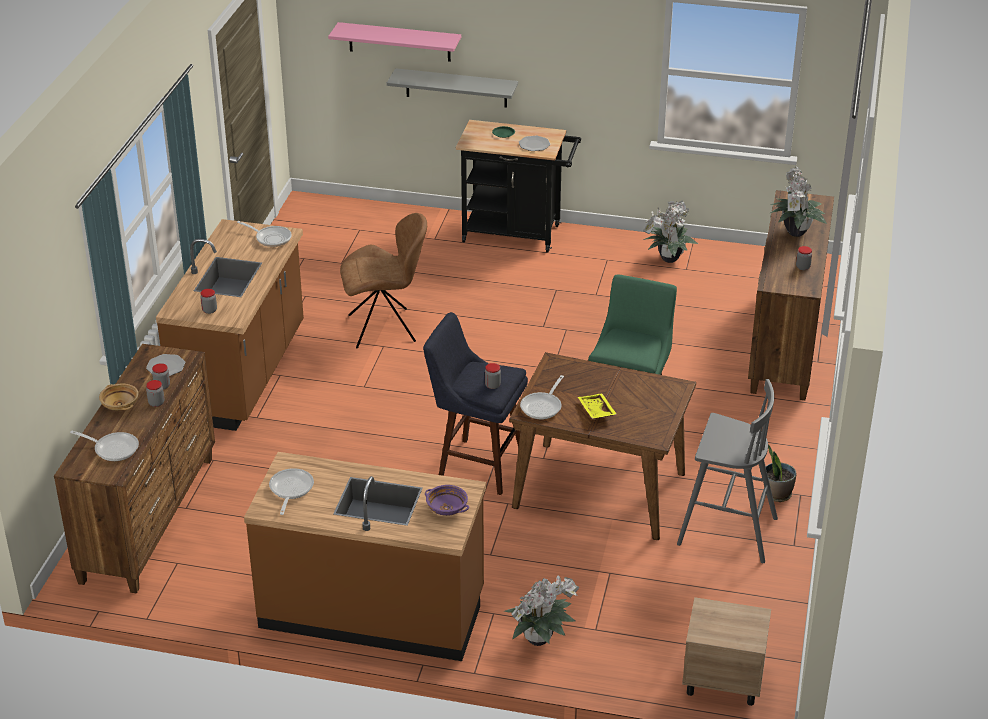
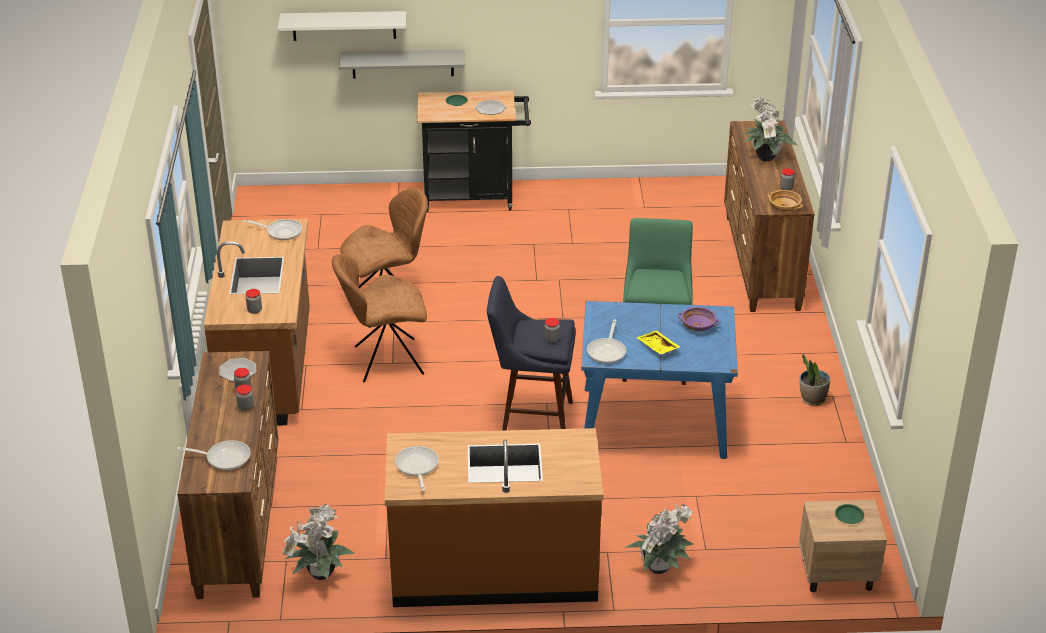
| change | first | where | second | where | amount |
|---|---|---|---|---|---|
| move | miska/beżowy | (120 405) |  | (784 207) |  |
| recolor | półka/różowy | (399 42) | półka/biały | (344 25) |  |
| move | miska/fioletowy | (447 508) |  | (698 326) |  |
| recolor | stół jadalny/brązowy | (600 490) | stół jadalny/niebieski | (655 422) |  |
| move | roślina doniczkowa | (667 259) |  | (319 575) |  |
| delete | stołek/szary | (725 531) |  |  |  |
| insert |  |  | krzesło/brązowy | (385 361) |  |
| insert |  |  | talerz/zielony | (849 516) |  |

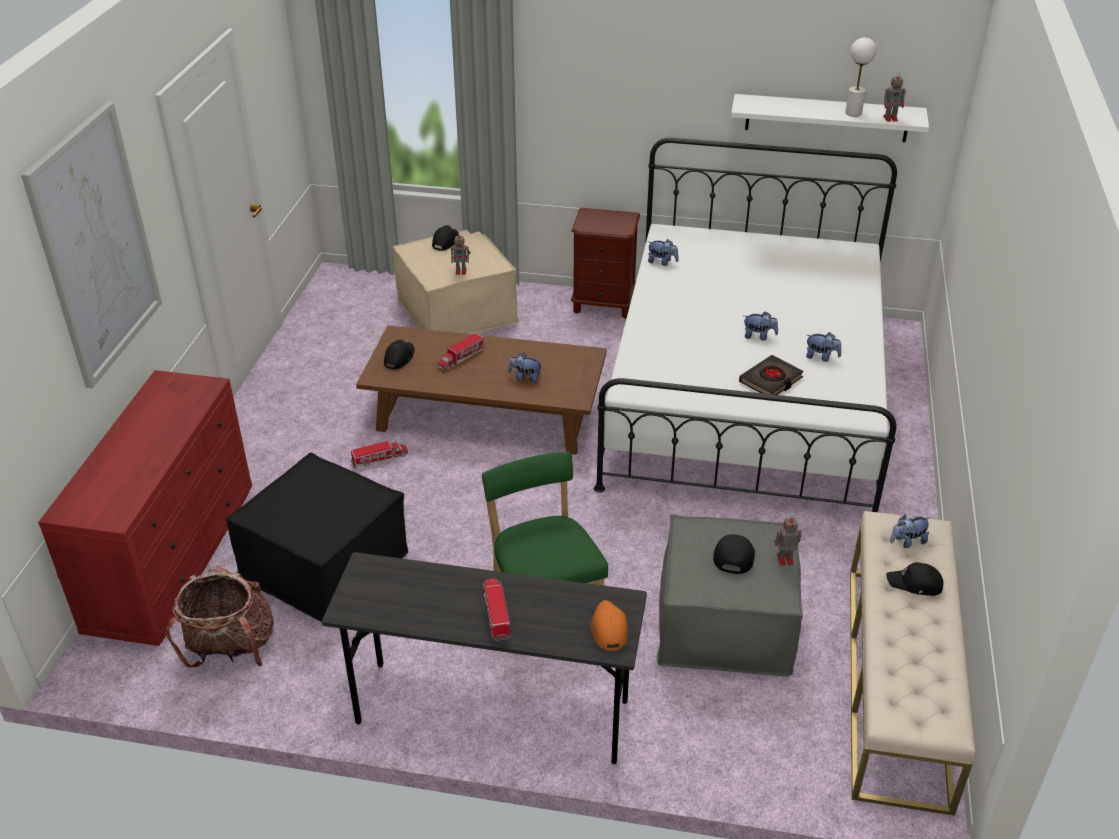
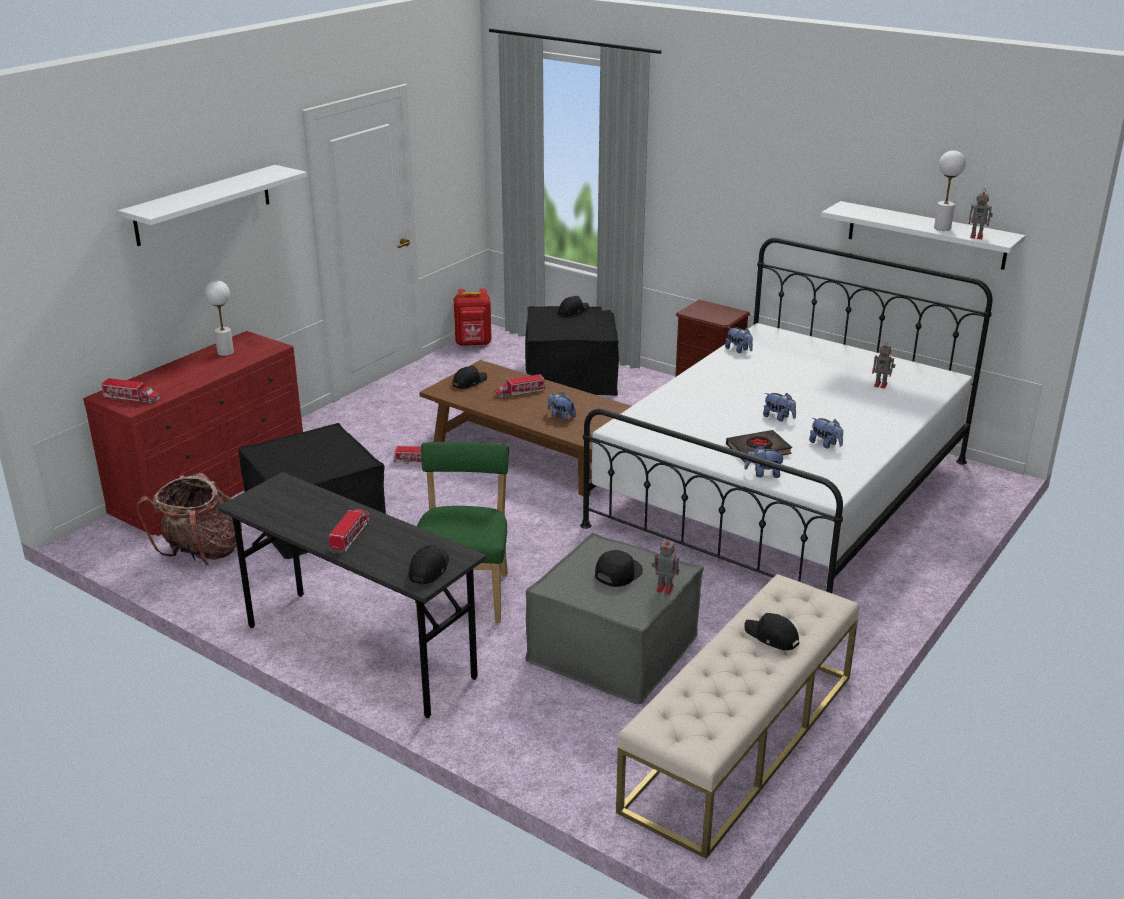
| change | first | where | second | where | amount |
|---|---|---|---|---|---|
| replace | obraz | (95 245) | półka/biały | (203 205) |  |
| recolor | pufa/beżowy | (457 312) | pufa/czarny | (572 377) |  |
| move | robot zabawkowy | (461 271) |  | (881 385) |  |
| recolor | czapka z daszkiem/pomarańczowy | (608 629) | czapka z daszkiem/czarny | (428 569) |  |
| move | pluszak | (907 542) |  | (763 474) |  |
| insert |  |  | ciężarówka zabawkowa | (131 398) |  |
| insert |  |  | lampa stołowa/biały | (225 352) |  |
| insert |  |  | plecak/czerwony | (473 344) |  |

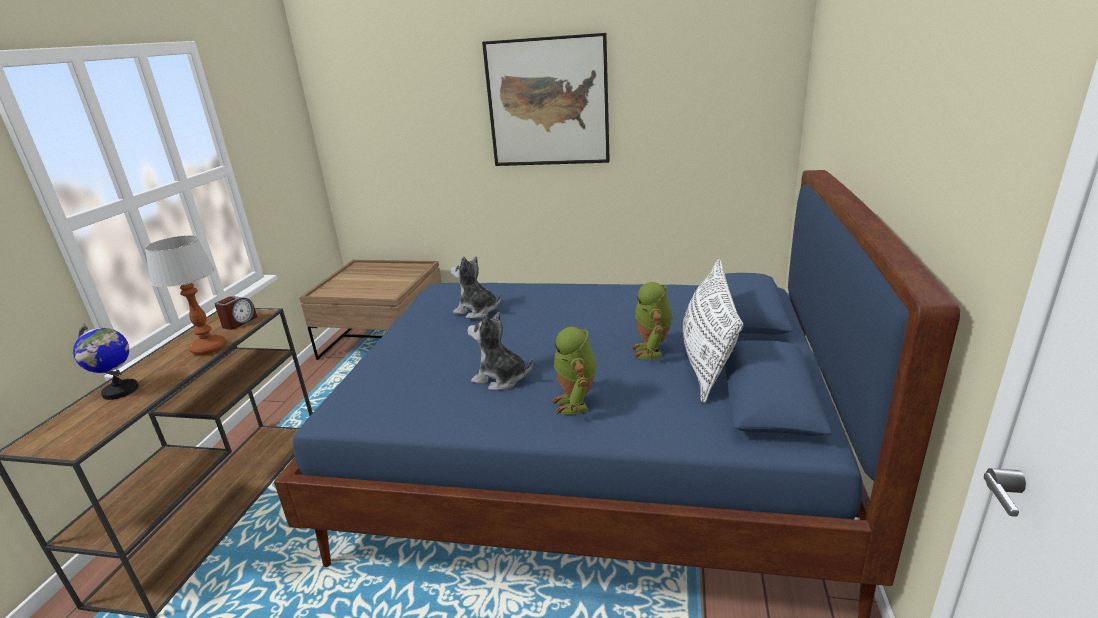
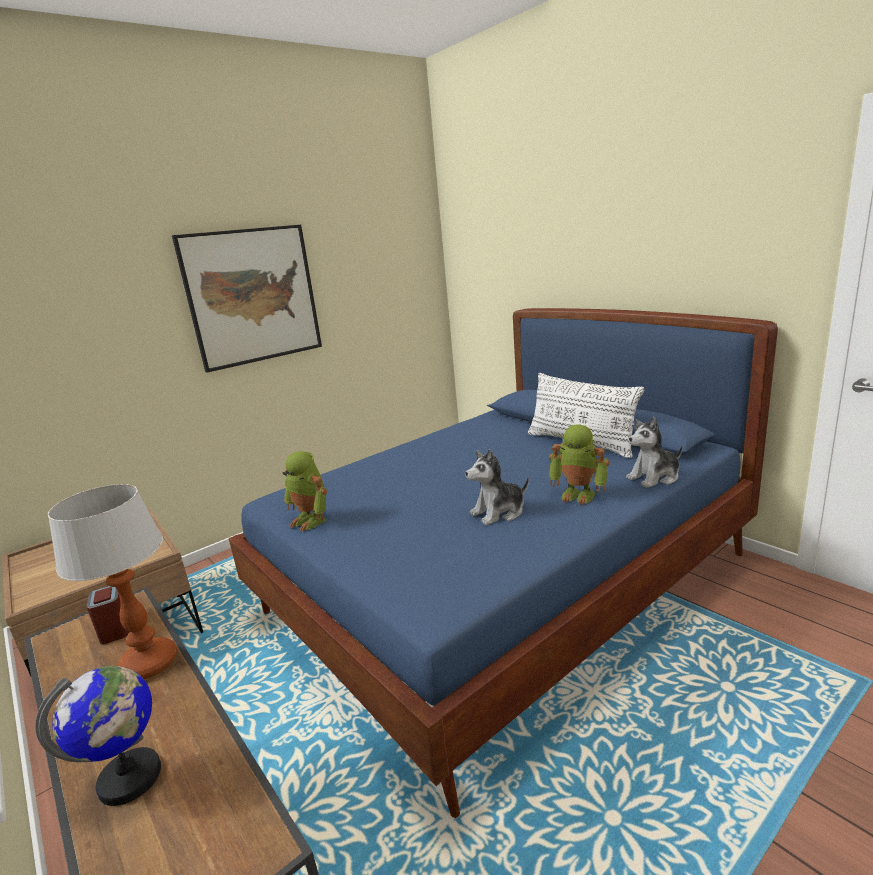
| change | first | where | second | where | amount |
|---|---|---|---|---|---|
| move | pluszak | (477 311) |  | (654 477) |  |
| move | robot zabawkowy | (652 351) |  | (311 520) |  |

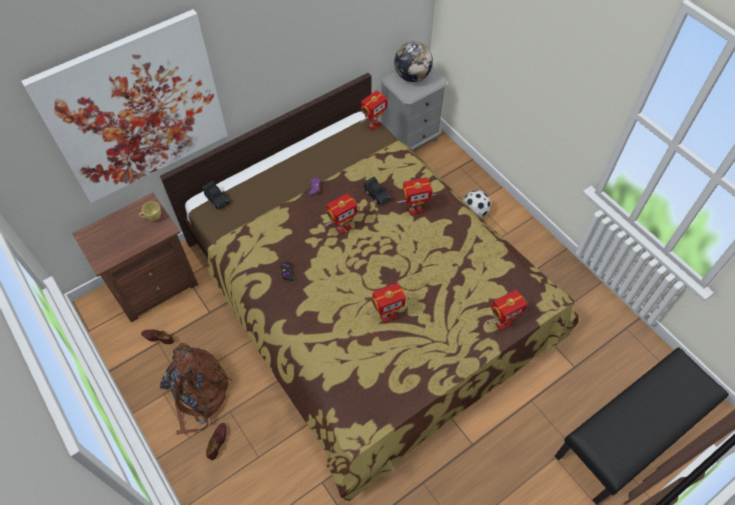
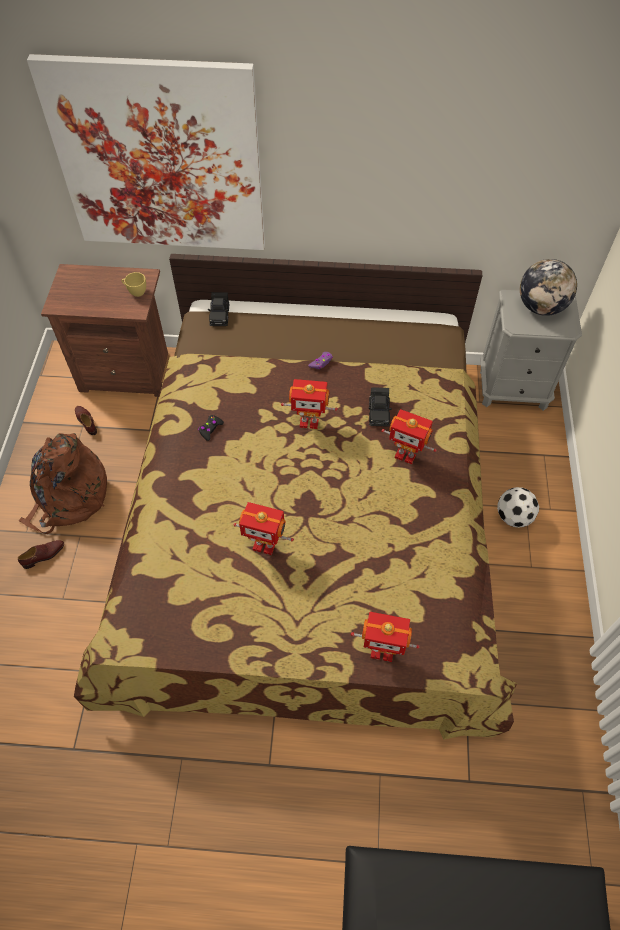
| change | first | where | second | where | amount |
|---|---|---|---|---|---|
| delete | robot zabawkowy | (374 125) |  |  |  |

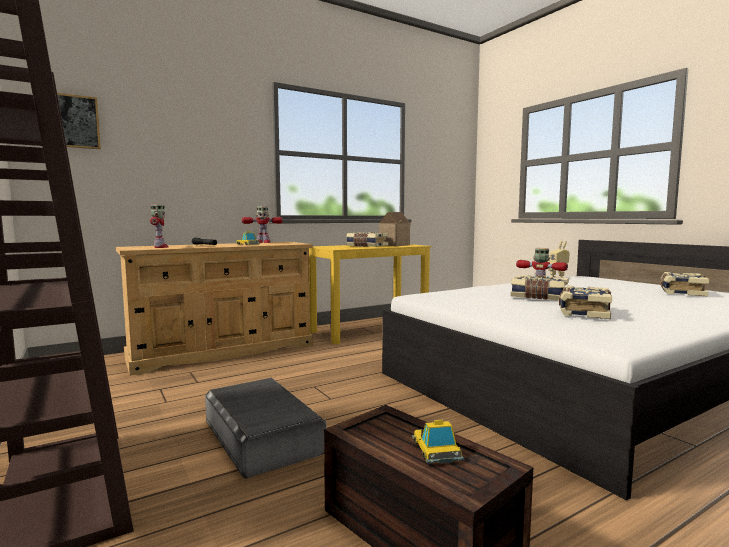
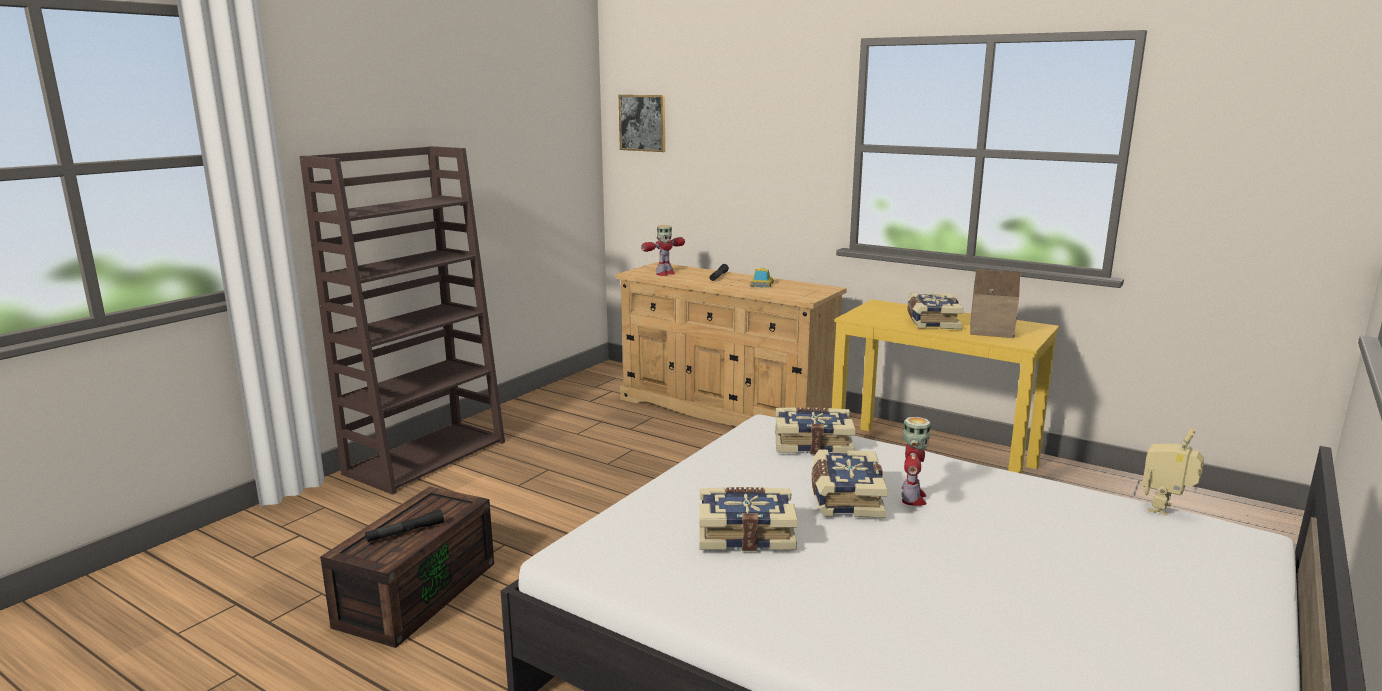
| change | first | where | second | where | amount |
|---|---|---|---|---|---|
| delete | pojemnik do przechowywania/szary | (261 436) |  |  |  |
| delete | robot zabawkowy | (263 242) |  |  |  |
| replace | samochodzik | (436 449) | latarka/czarny | (405 532) |  |
| move | książka | (681 292) |  | (812 443) |  |

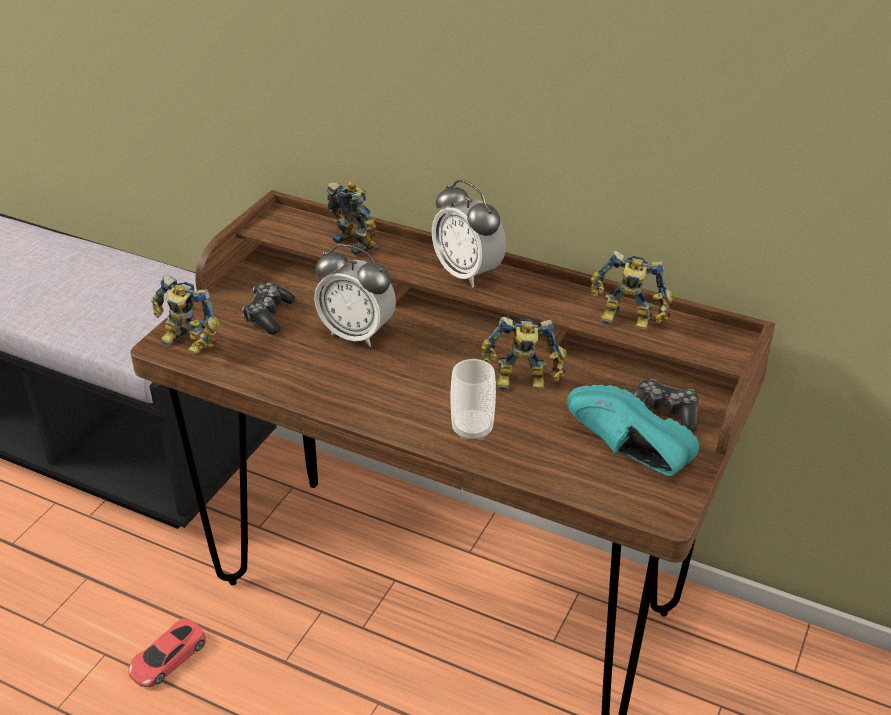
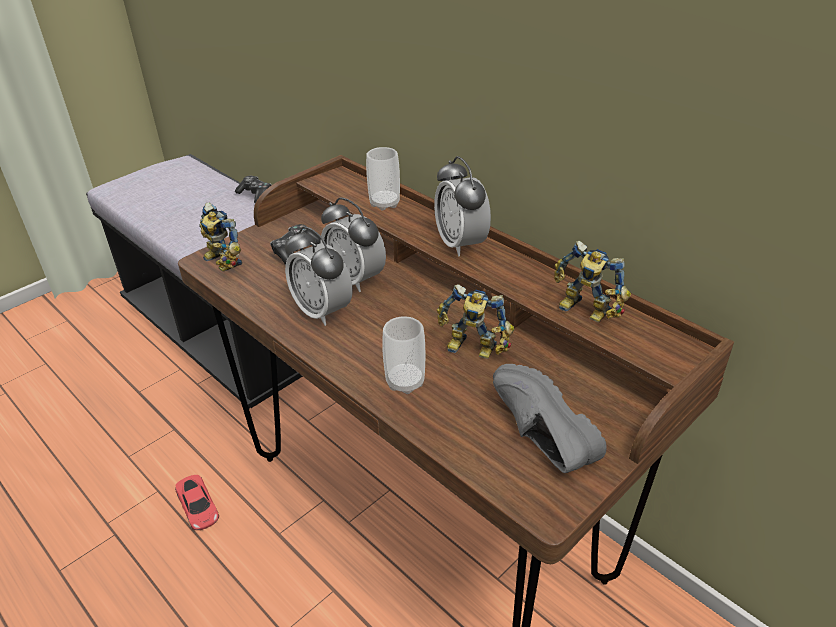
| change | first | where | second | where | amount |
|---|---|---|---|---|---|
| rotate | samochodzik/czerwony | (168 657) |  | (198 506) | 90 degrees counterclockwise |
| replace | robot zabawkowy | (357 241) | filiżanka | (384 203) |  |
| recolor | but/turkusowy | (625 452) | but/szary | (535 437) |  |
| move | pad do gier | (664 413) |  | (255 195) |  |
| insert |  |  | budzik | (322 311) |  |

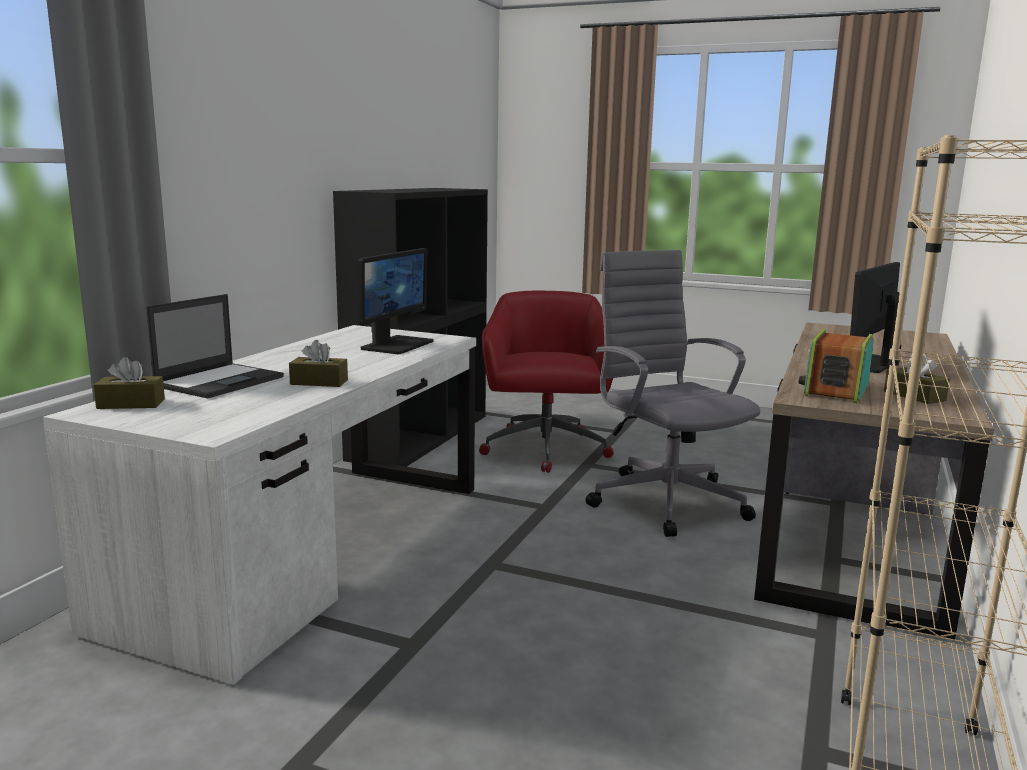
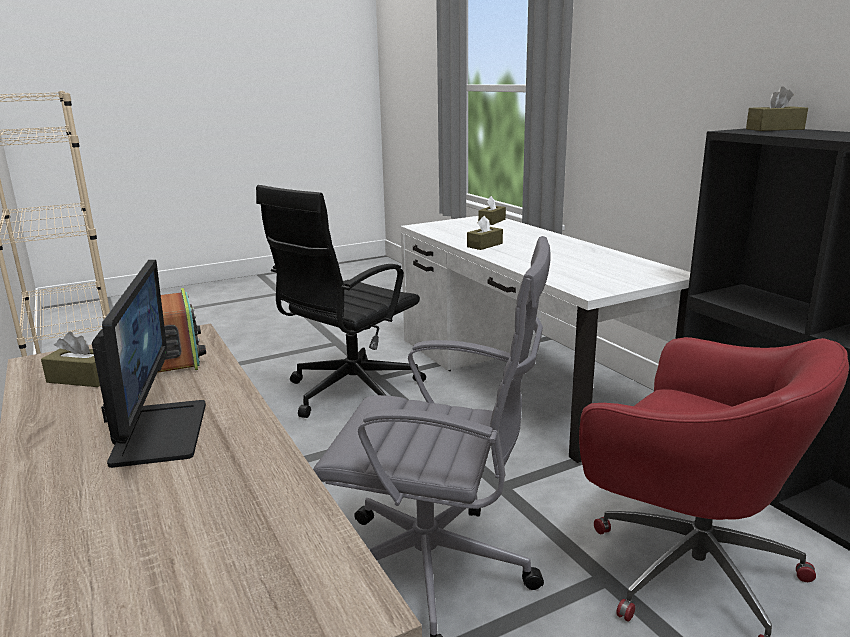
| change | first | where | second | where | amount |
|---|---|---|---|---|---|
| delete | laptop | (220 381) |  |  |  |
| delete | monitor | (396 345) |  |  |  |
| insert |  |  | krzesło biurowe/czarny | (350 393) |  |
| insert |  |  | pudełko chusteczek/brązowy | (774 129) |  |

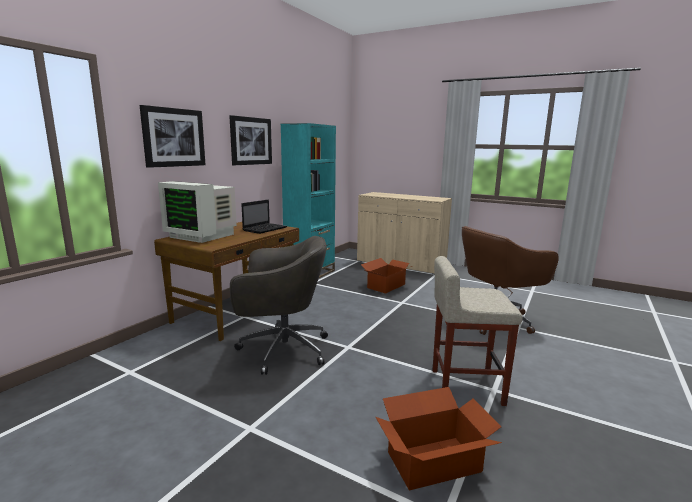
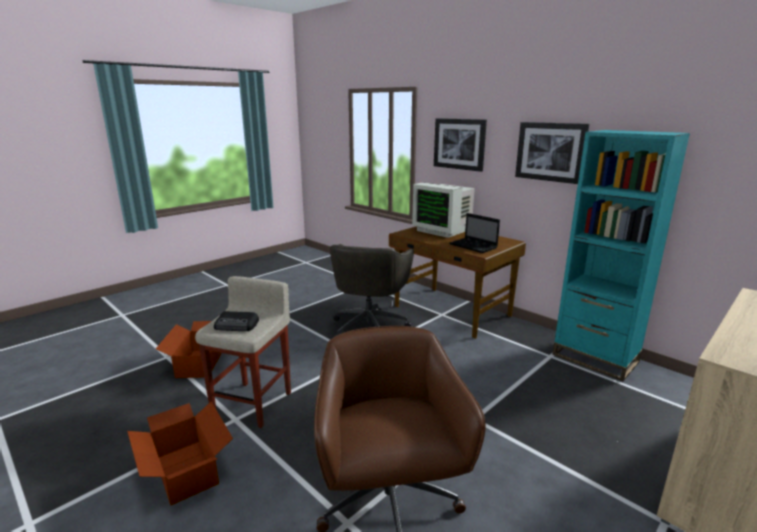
| change | first | where | second | where | amount |
|---|---|---|---|---|---|
| rotate | monitor | (202 235) |  | (443 230) | 90 degrees counterclockwise |
| move | karton | (387 286) |  | (185 472) |  |
| insert |  |  | radio | (237 325) |  |

